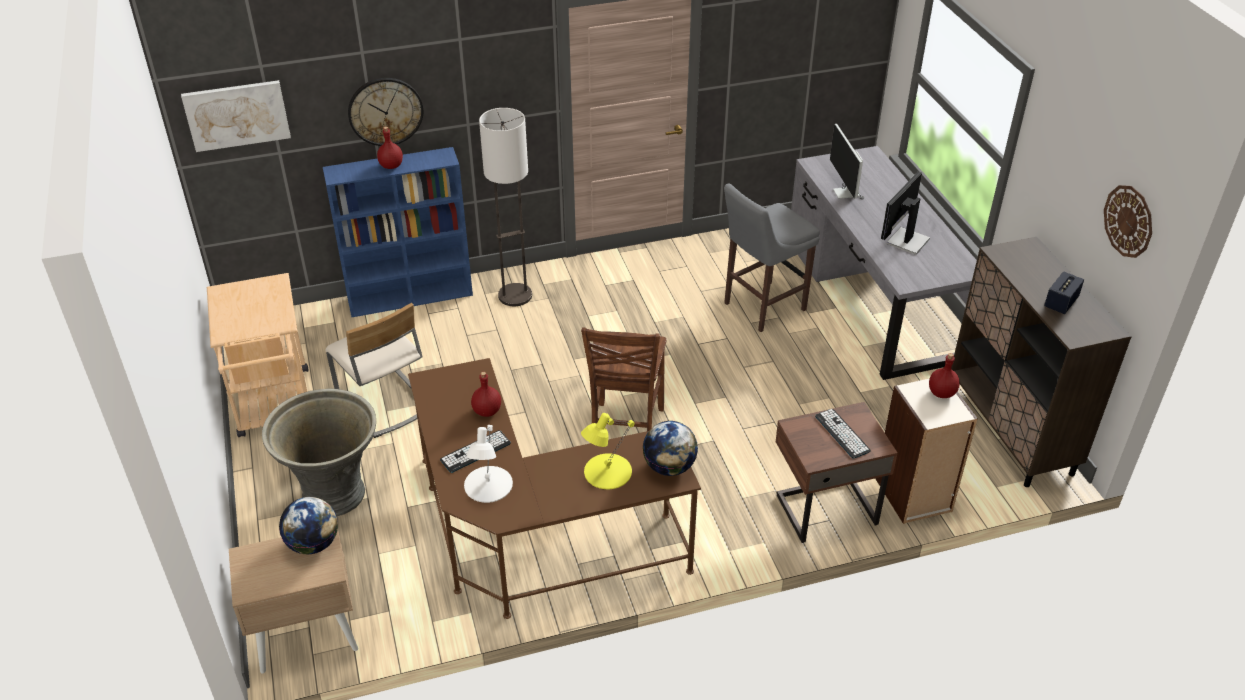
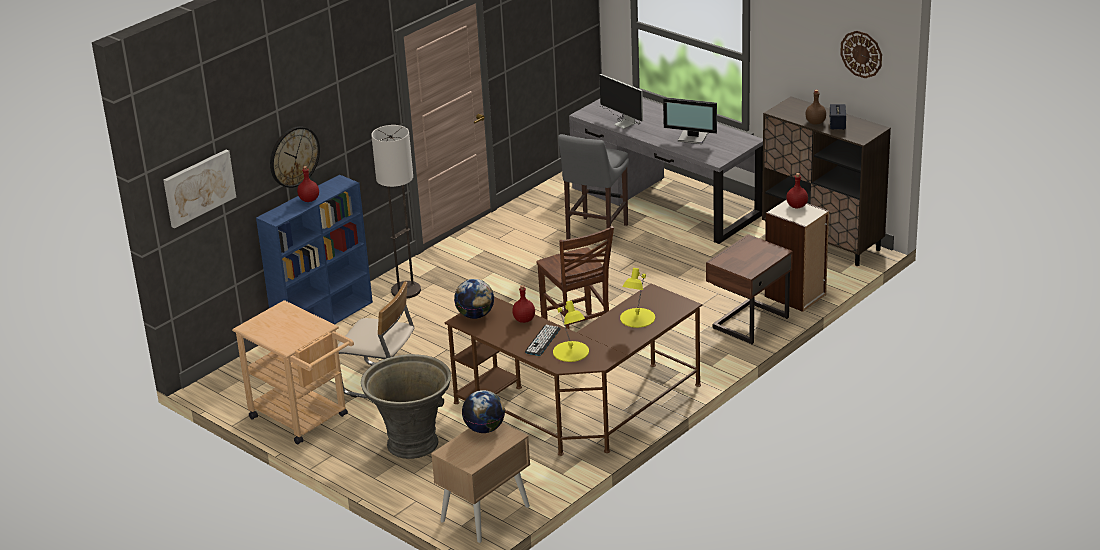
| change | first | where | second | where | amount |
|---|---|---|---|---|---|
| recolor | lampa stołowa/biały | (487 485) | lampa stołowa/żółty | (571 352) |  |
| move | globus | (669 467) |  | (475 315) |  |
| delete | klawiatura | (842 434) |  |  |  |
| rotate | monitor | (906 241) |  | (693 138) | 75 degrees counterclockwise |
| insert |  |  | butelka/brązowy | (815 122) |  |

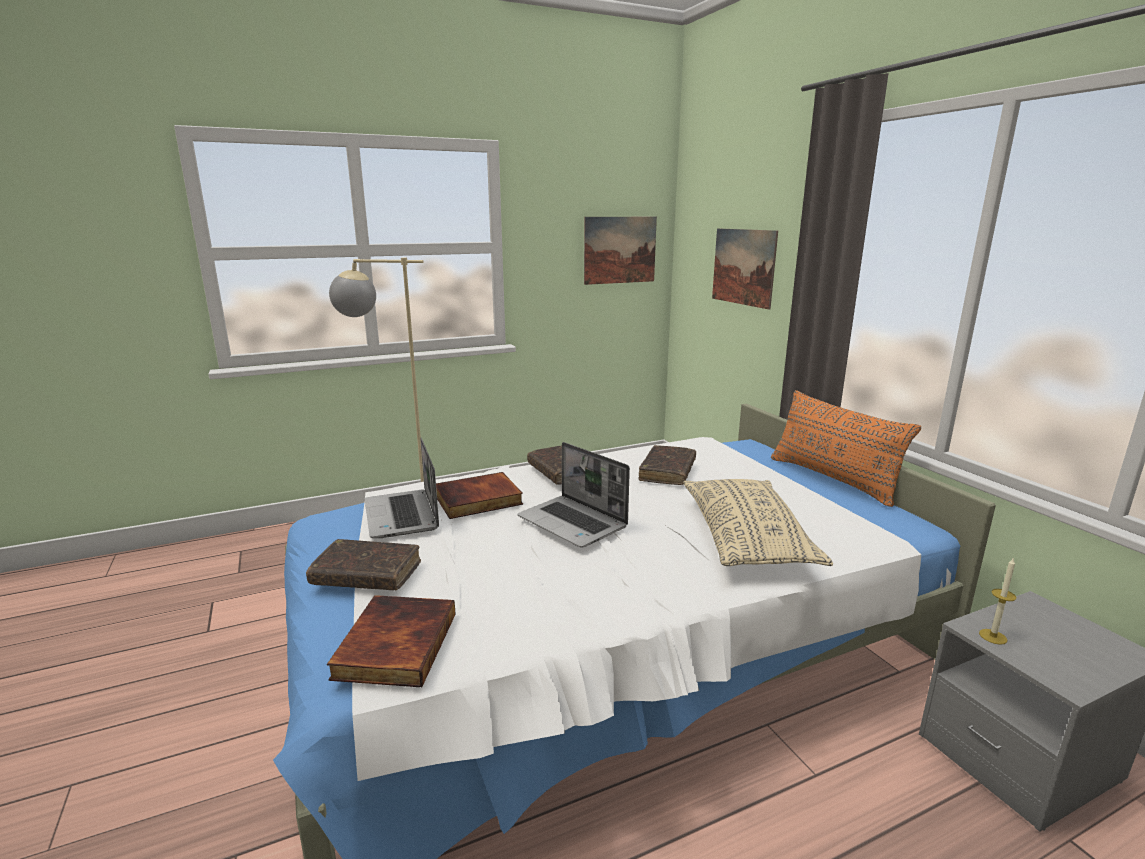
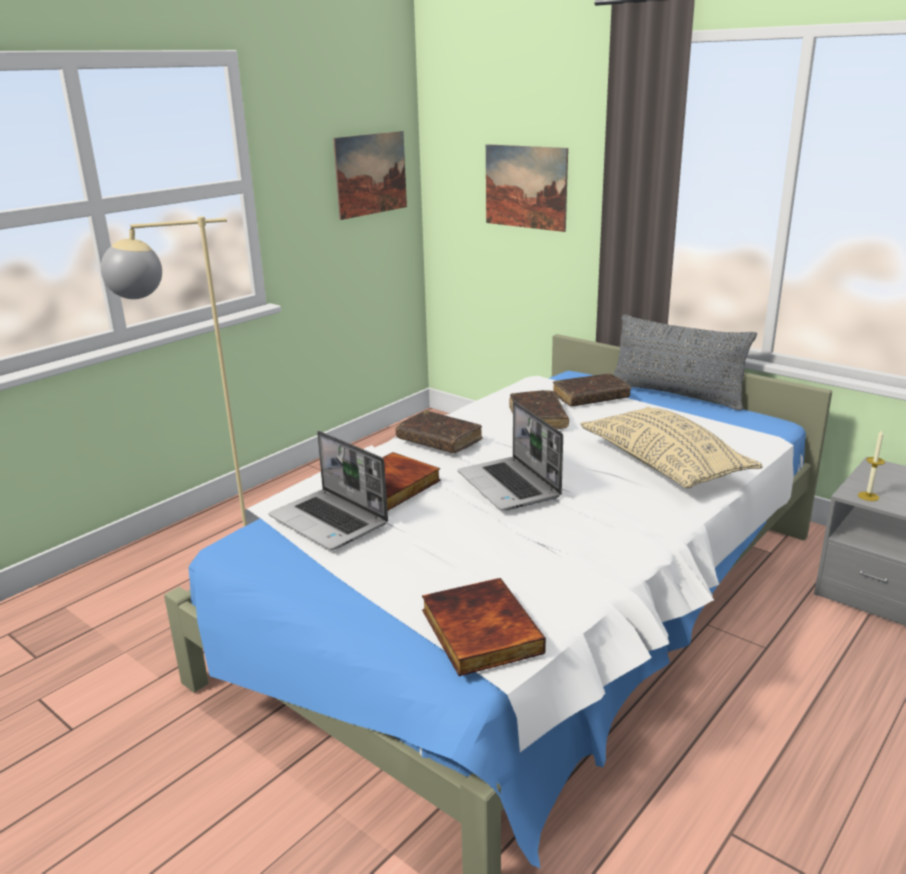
| change | first | where | second | where | amount |
|---|---|---|---|---|---|
| move | książka/brązowy | (366 575) |  | (590 397) |  |
| rotate | laptop | (574 523) |  | (510 486) | 45 degrees clockwise |
| recolor | poduszka/pomarańczowy | (832 479) | poduszka/szary | (676 395) |  |

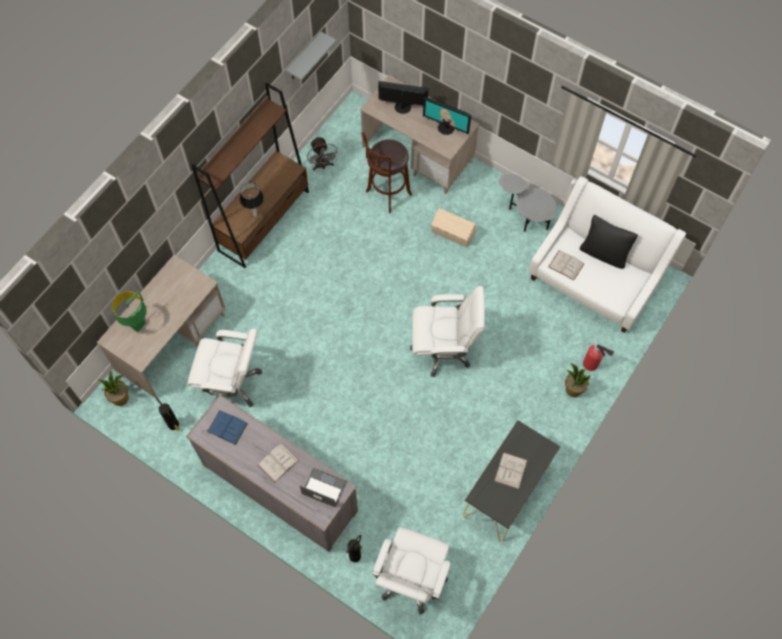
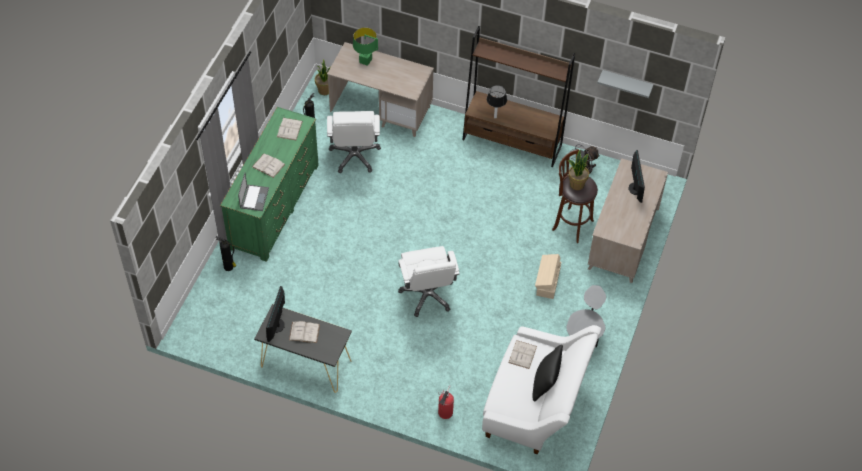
| change | first | where | second | where | amount |
|---|---|---|---|---|---|
| recolor | komoda/szary | (279 487) | komoda/zielony | (274 206) |  |
| recolor | książka/niebieski | (227 427) | książka/biały | (289 129) |  |
| delete | krzesło biurowe/biały | (411 579) |  |  |  |
| move | monitor | (446 128) |  | (277 325) |  |
| move | roślina doniczkowa | (573 390) |  | (576 184) |  |

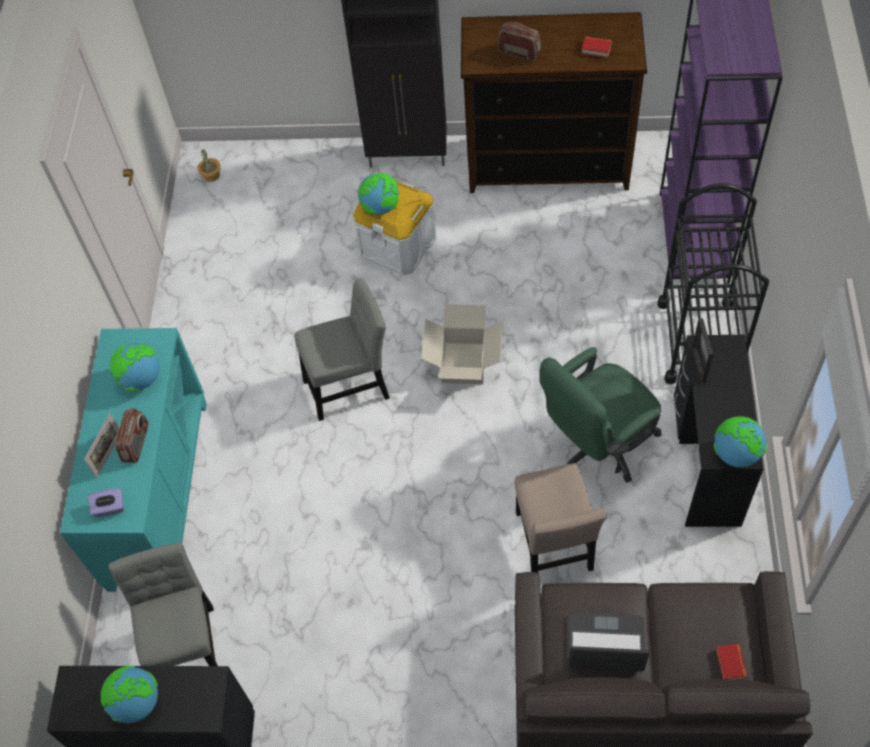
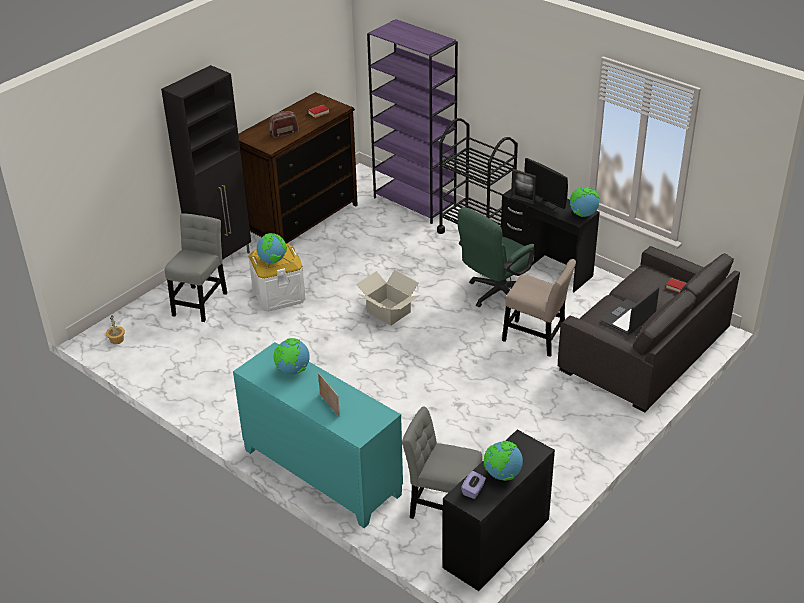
| change | first | where | second | where | amount |
|---|---|---|---|---|---|
| move | pudełko chusteczek/fioletowy | (110 508) |  | (473 490) |  |
| delete | radio | (136 443) |  |  |  |
| move | krzesło/szary | (350 386) |  | (200 302) |  |
| rotate | krzesło biurowe/zielony | (597 445) |  | (496 294) | 45 degrees clockwise |
| insert |  |  | monitor | (545 201) |  |

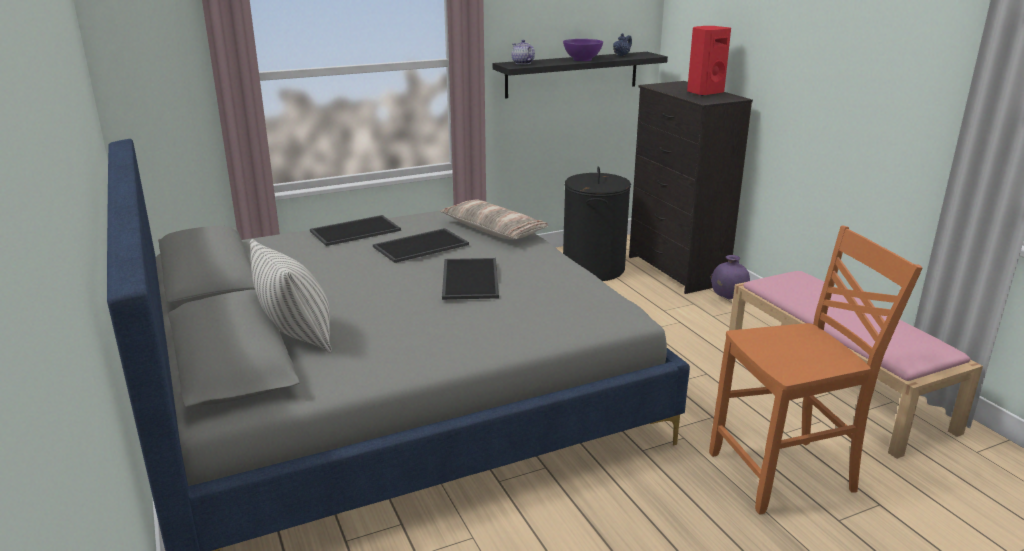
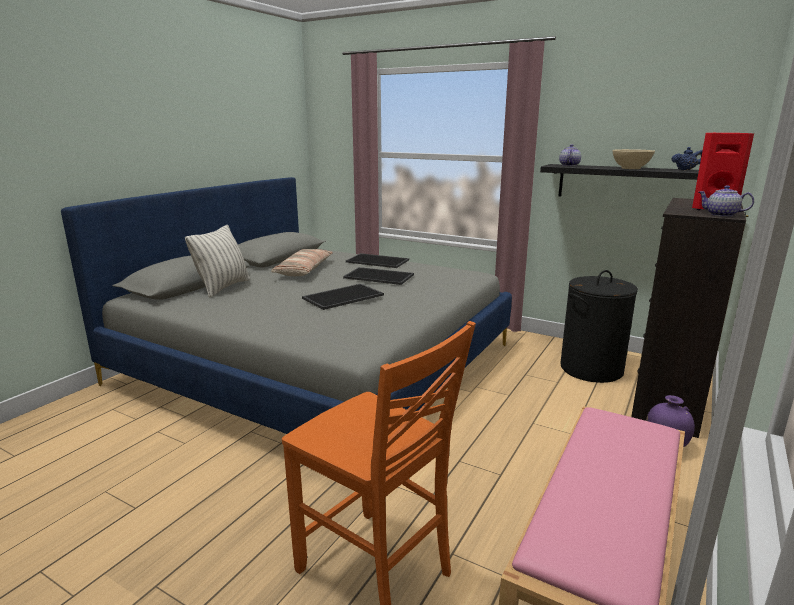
| change | first | where | second | where | amount |
|---|---|---|---|---|---|
| move | poduszka | (493 230) |  | (304 270) |  |
| recolor | miska/fioletowy | (582 59) | miska/beżowy | (630 168) |  |
| insert |  |  | imbryk | (721 215) |  |

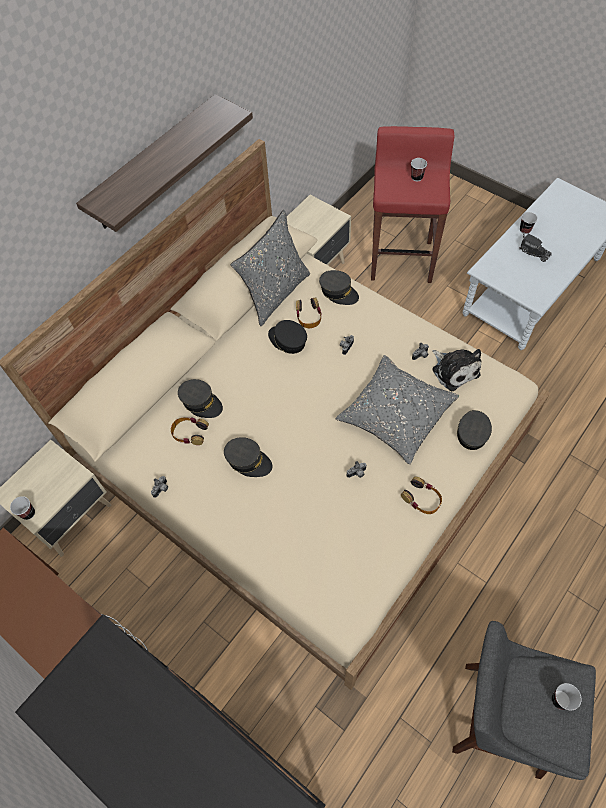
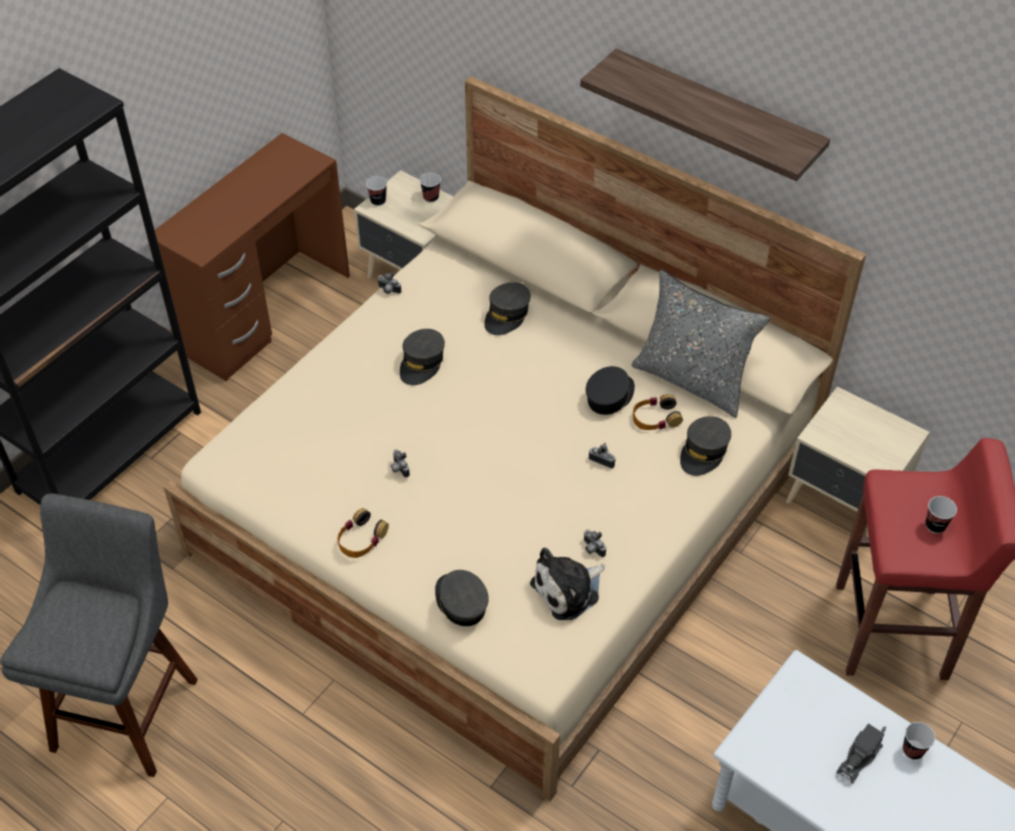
| change | first | where | second | where | amount |
|---|---|---|---|---|---|
| delete | słuchawki | (189 433) |  |  |  |
| delete | poduszka/szary | (395 415) |  |  |  |
| rotate | czapka z daszkiem/szary | (472 432) |  | (460 602) | 135 degrees counterclockwise |
| move | filiżanka | (560 700) |  | (431 197) |  |

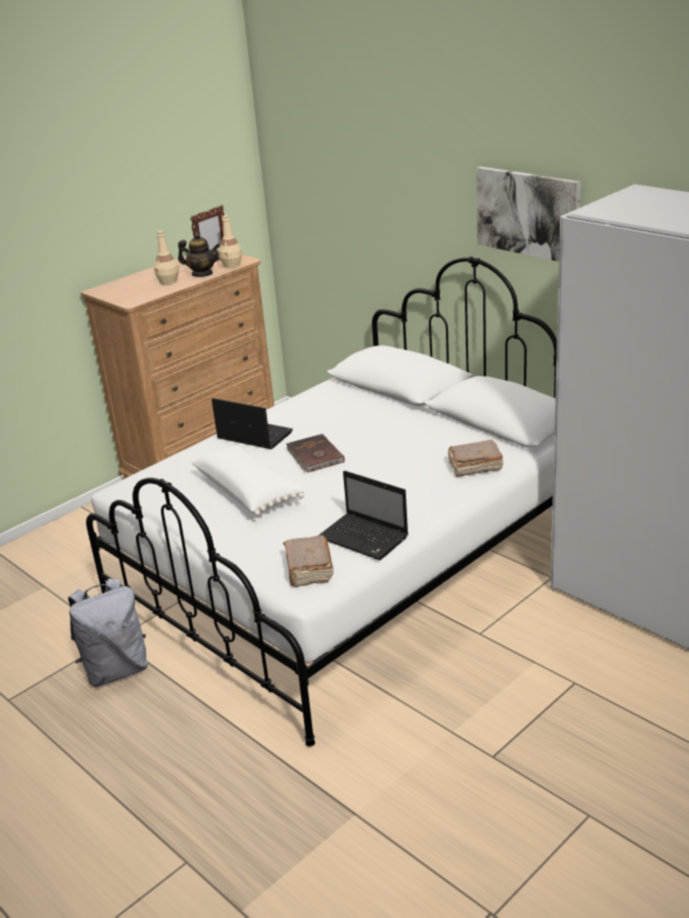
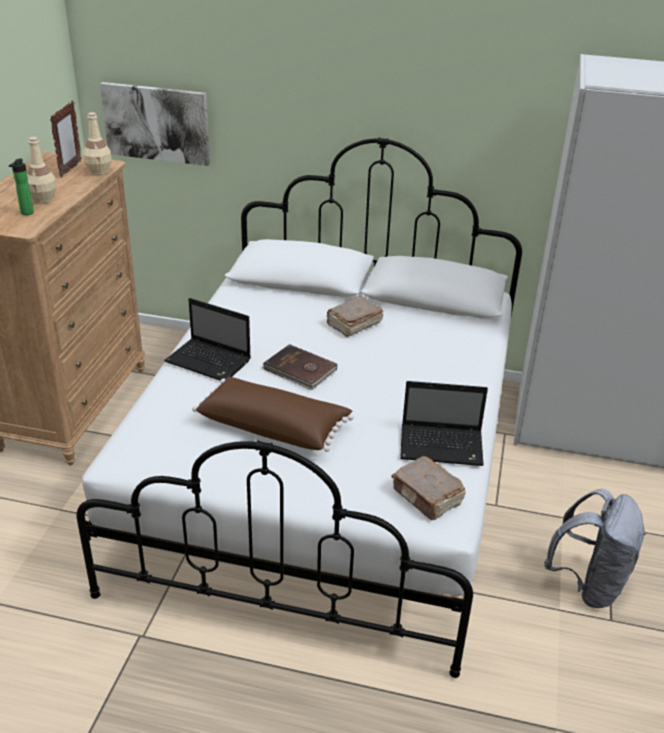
| change | first | where | second | where | amount |
|---|---|---|---|---|---|
| move | plecak/szary | (116 670) |  | (588 584) |  |
| delete | imbryk | (202 274) |  |  |  |
| recolor | poduszka/biały | (249 492) | poduszka/brązowy | (273 426) |  |
| rotate | laptop | (253 436) |  | (210 362) | 150 degrees counterclockwise |
| move | książka/brązowy | (474 467) |  | (353 324) |  |
| move | obraz | (528 213) |  | (156 123) |  |
| insert |  |  | butelka | (26 213) |  |

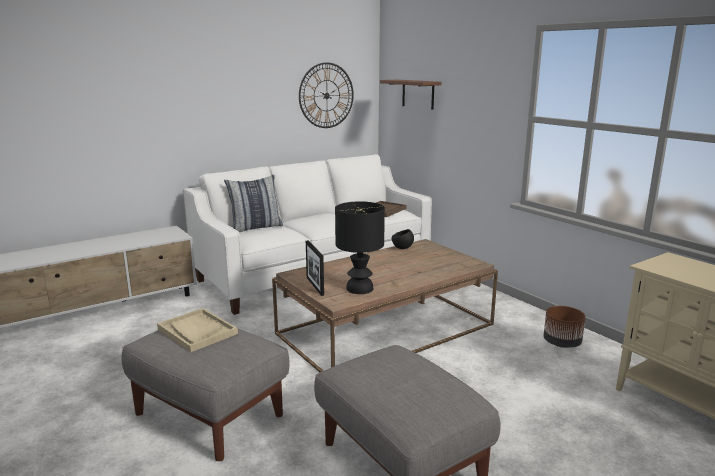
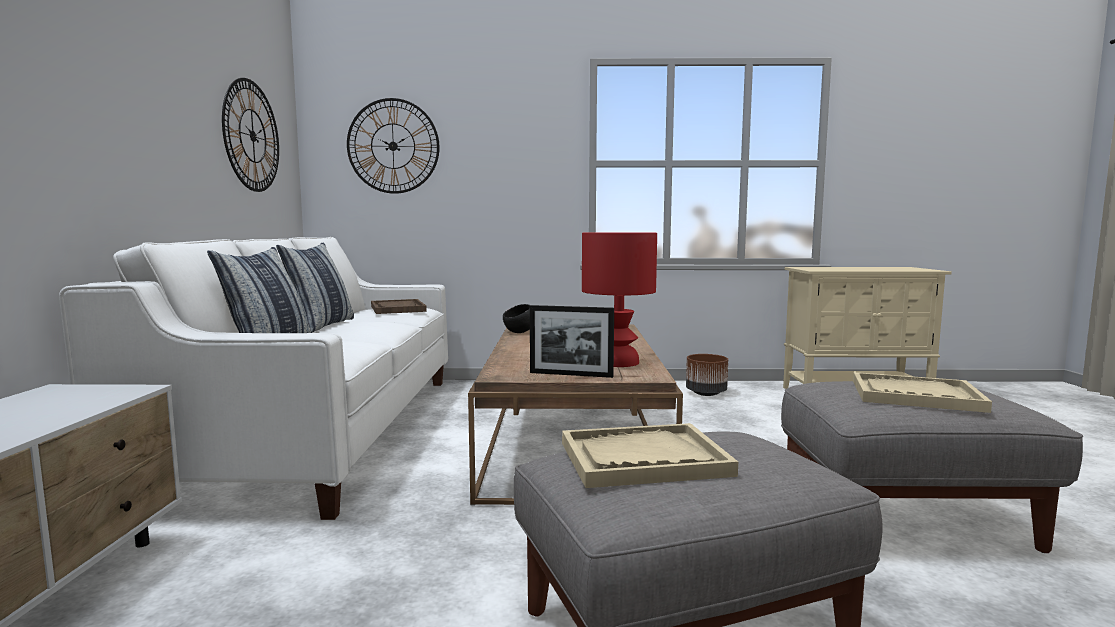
| change | first | where | second | where | amount |
|---|---|---|---|---|---|
| recolor | lampa stołowa/czarny | (359 288) | lampa stołowa/czerwony | (617 362) |  |
| replace | półka/brązowy | (418 94) | zegar ścienny | (393 146) |  |
| insert |  |  | poduszka | (321 325) |  |
| insert |  |  | taca/beżowy | (915 395) |  |

